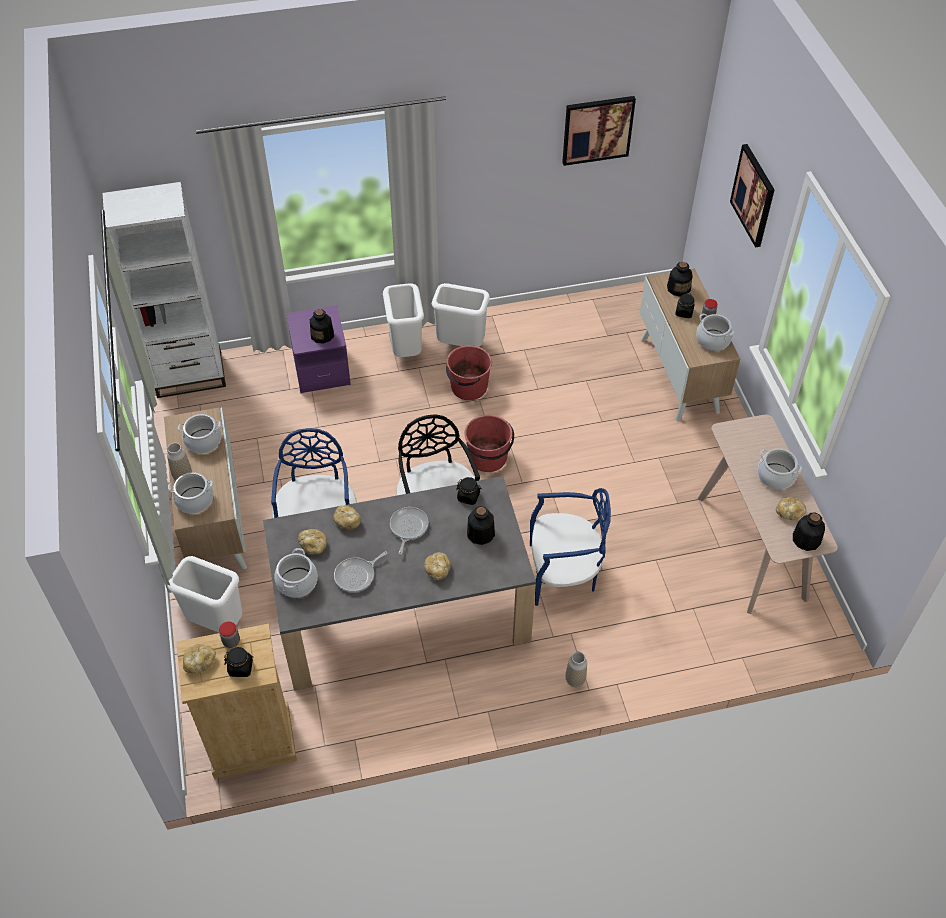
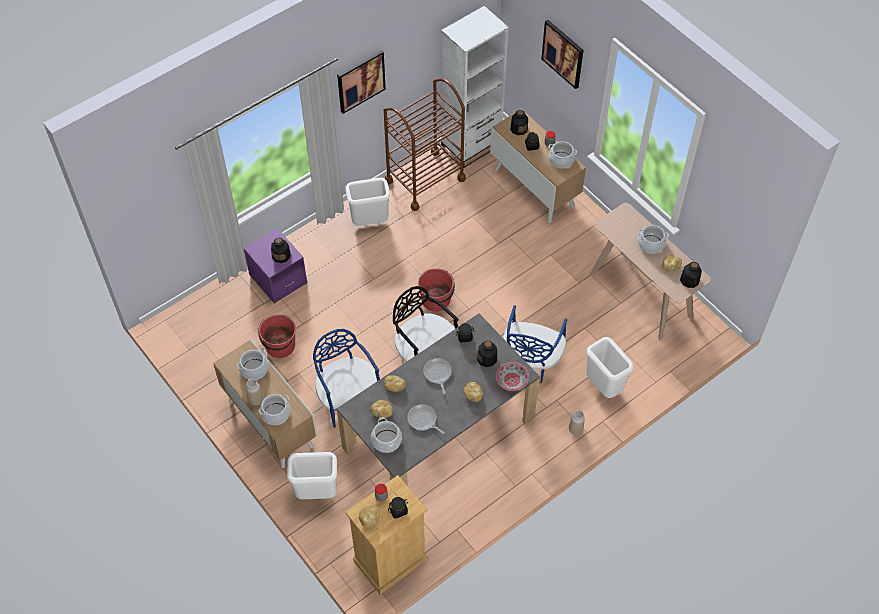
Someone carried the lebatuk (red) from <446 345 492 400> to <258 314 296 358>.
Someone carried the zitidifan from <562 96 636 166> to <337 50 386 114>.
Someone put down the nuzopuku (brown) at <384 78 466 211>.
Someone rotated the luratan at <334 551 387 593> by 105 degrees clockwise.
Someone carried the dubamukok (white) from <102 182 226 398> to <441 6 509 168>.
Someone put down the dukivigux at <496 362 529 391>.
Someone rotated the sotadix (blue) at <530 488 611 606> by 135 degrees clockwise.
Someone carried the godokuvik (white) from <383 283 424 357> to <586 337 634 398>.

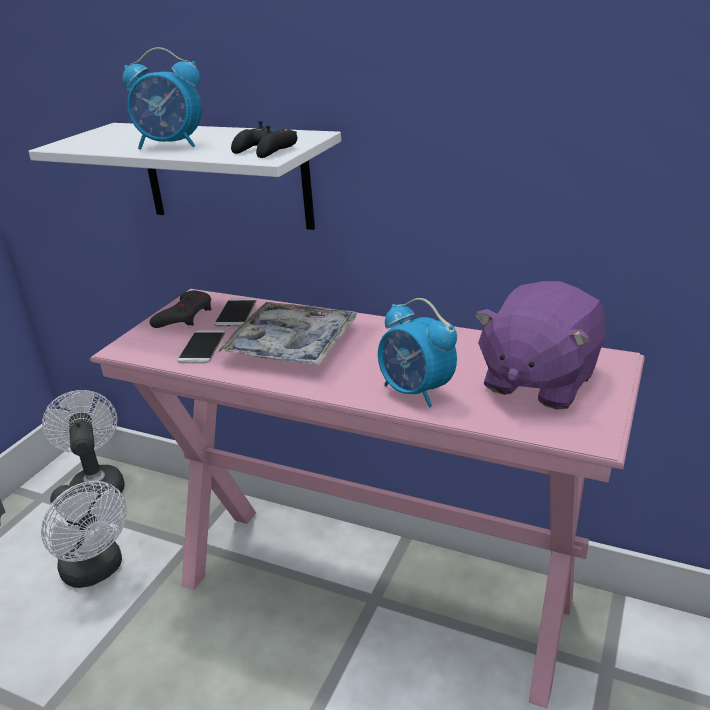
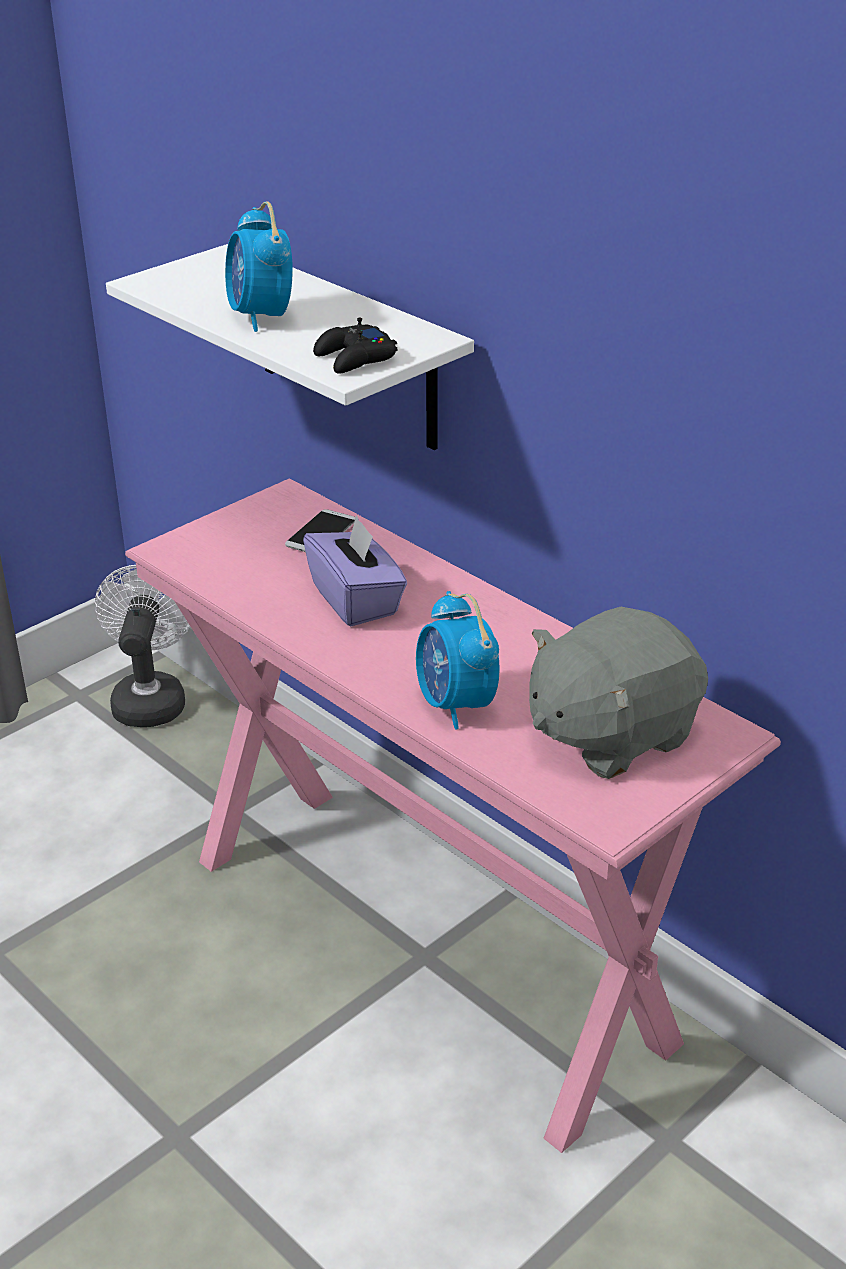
Someone rotated the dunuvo at <122 47 202 150> by 45 degrees clockwise.
Someone swapped the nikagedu at <217 302 357 365> for the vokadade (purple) at <303 515 407 626>.
Someone repainted the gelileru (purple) at <475 281 606 410>, which became the gelileru (grey) at <529 607 708 779>.
Someone took away the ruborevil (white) at <41 481 127 588>.
Someone took away the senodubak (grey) at <150 290 212 328>.
Someone took away the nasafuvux at <177 330 225 363>.

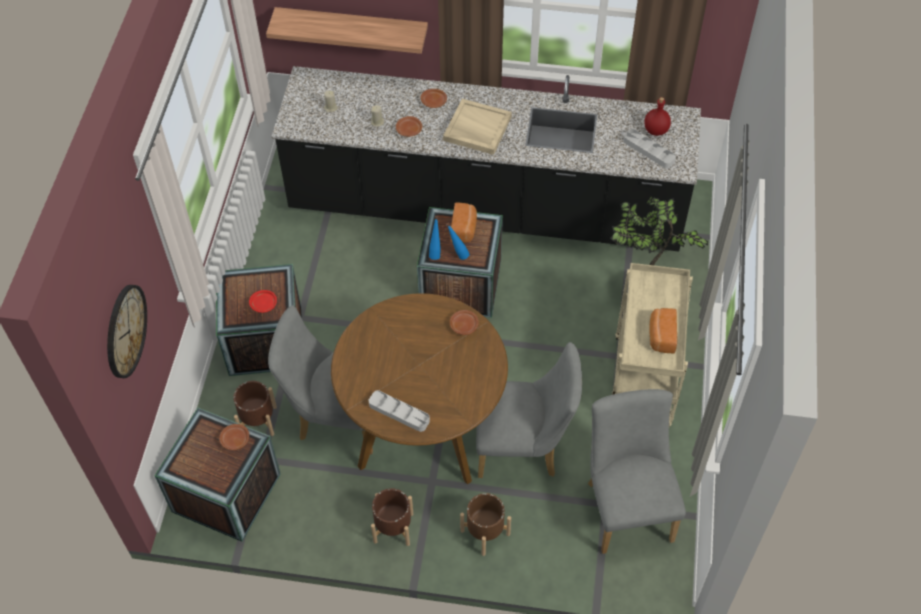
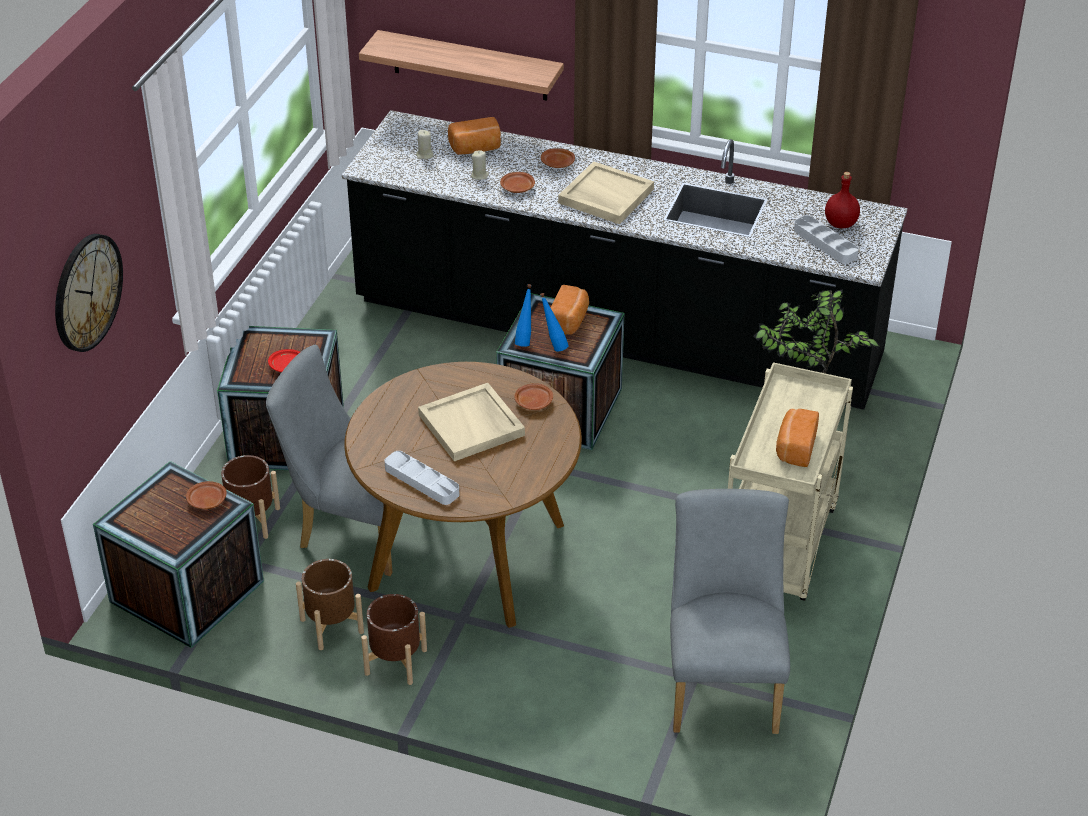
Someone carried the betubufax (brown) from <460 493 511 556> to <296 559 364 650>.
Someone put down the nikagedu (beige) at <418 383 525 461>.
Someone put down the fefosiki at <448 117 501 155>.
Someone took away the sotadix (grey) at <476 342 582 478>.

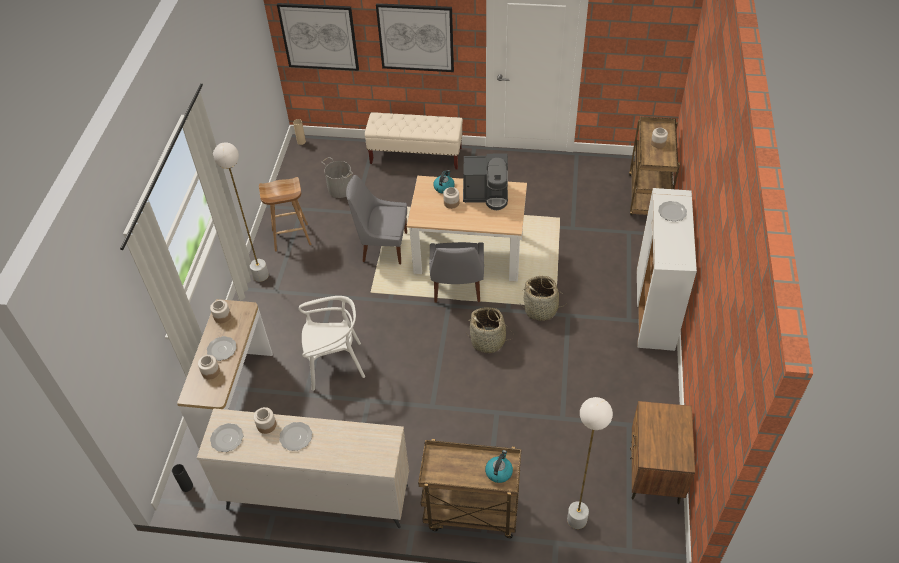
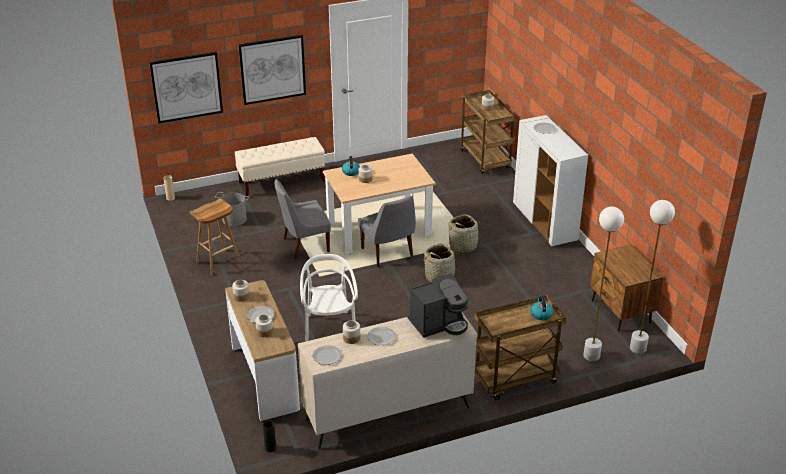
Someone rotated the sotadix (white) at <299 296 365 391> by 60 degrees counterclockwise.
Someone carried the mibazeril from <463 154 508 210> to <408 273 469 338>.
Someone carried the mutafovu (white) from <213 143 269 282> to <630 200 675 354>.

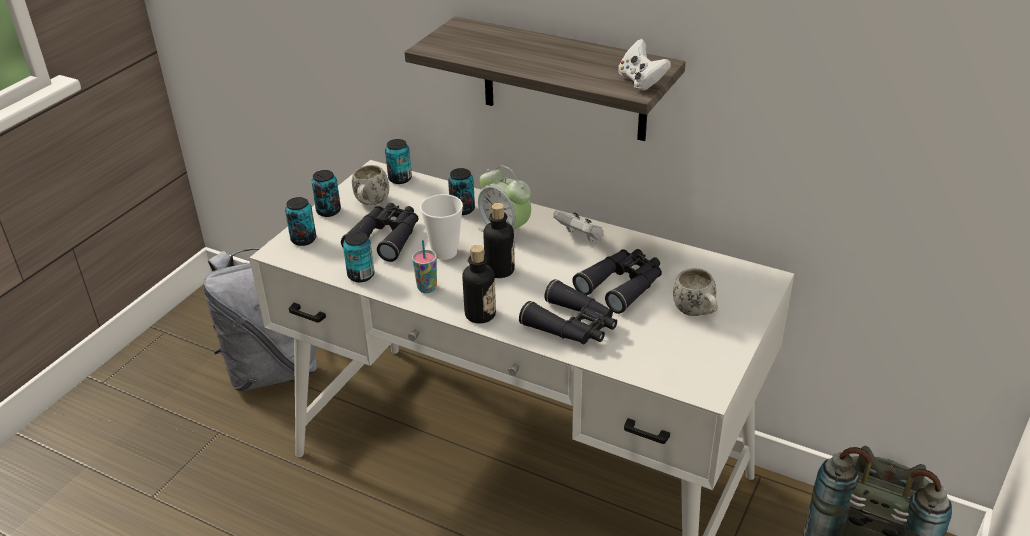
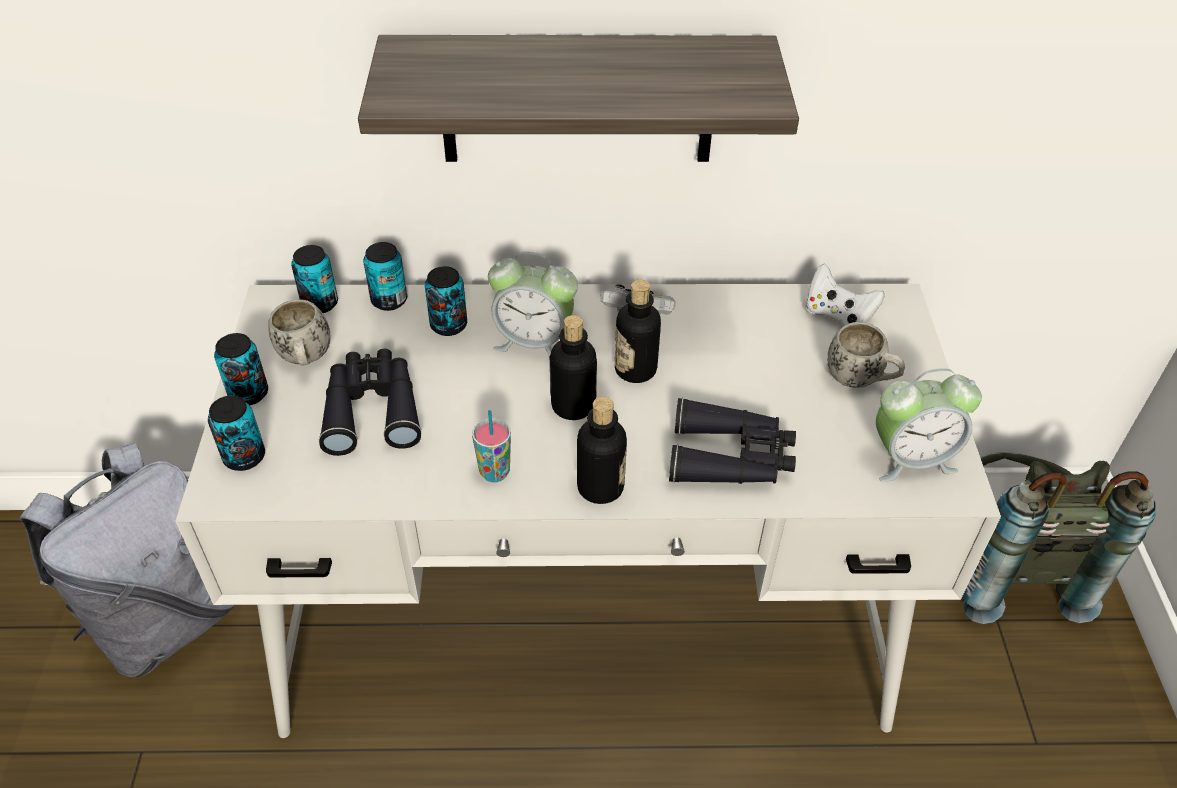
Someone carried the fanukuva from <343 232 374 283> to <363 242 407 311>.
Someone put down the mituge at <615 280 661 383>.
Someone carried the senodubak (white) from <618 39 671 91> to <806 263 885 326>.
Someone put down the dunuvo at <876 368 982 482>.
Someone took away the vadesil at <420 194 463 260>.
Someone took away the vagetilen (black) at <573 249 662 314>.

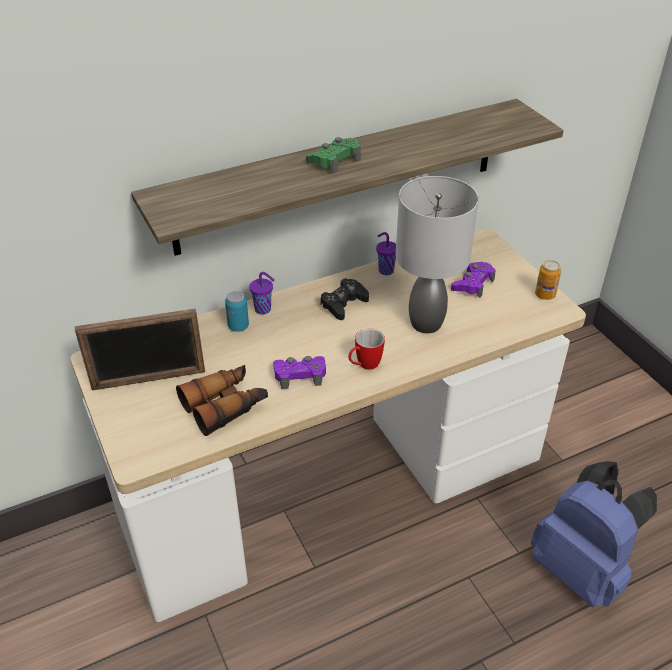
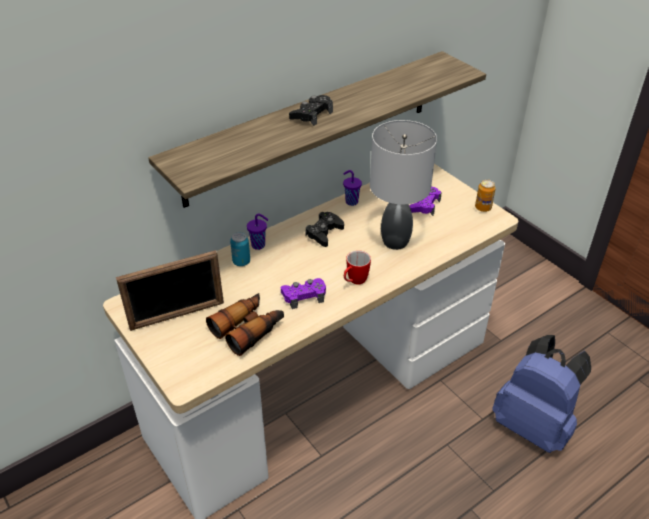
Someone repainted the senodubak (green) at <306 137 361 174>, which became the senodubak (black) at <289 95 333 126>.

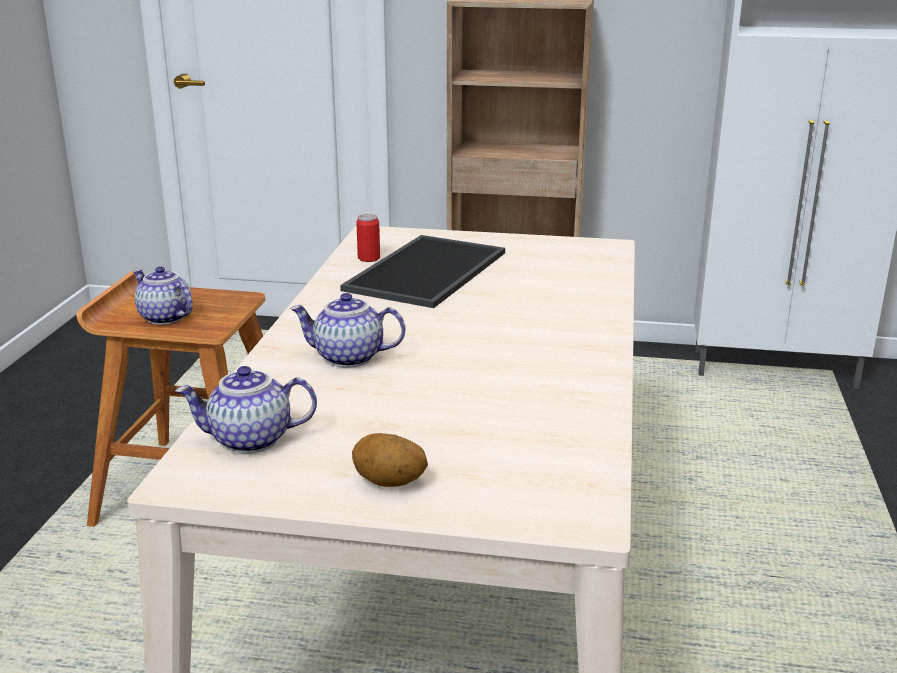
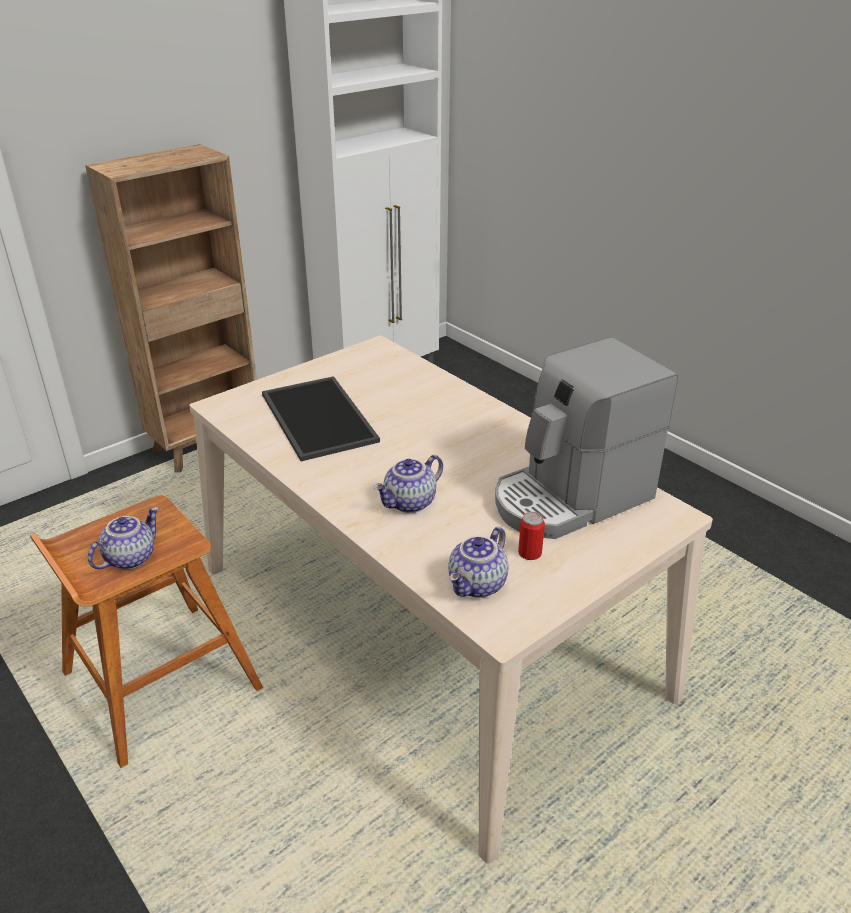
Someone rotated the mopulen at <133 266 193 325> by 135 degrees clockwise.
Someone put down the mibazeril at <495 337 678 539>.
Someone carried the fanukuva from <356 214 380 262> to <518 512 545 560>.
Someone took away the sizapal at <352 433 428 487>.

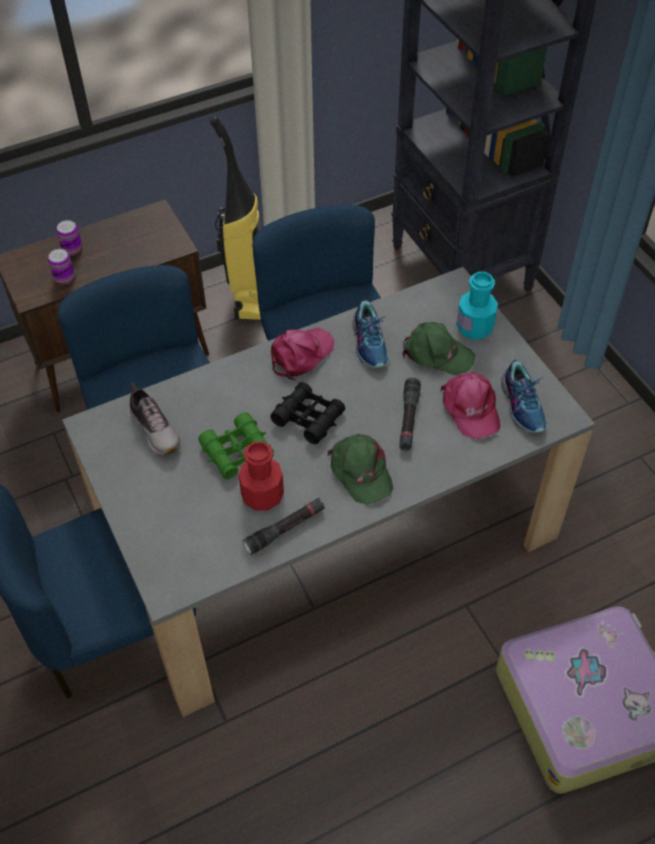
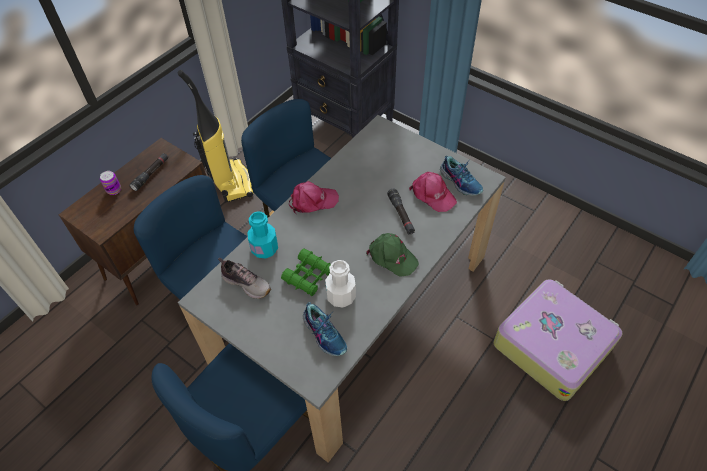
Someone carried the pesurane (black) from <242 498 325 555> to <129 153 169 191>.
Someone carried the mituge (turquoise) from <456 272 498 339> to <247 211 278 259>.
Someone rotated the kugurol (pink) at <271 327 334 380> by 60 degrees clockwise.
Someone carried the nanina from <353 299 389 368> to <303 302 347 356>.
Someone repainted the mituge (red) at <238 441 284 511>, which became the mituge (white) at <325 260 356 308>.
Someone took away the fanukuva at <48 249 75 284>.
Someone took away the vagetilen (black) at <270 382 345 444>.
Someone took away the kugurol (green) at <402 322 476 375>.

